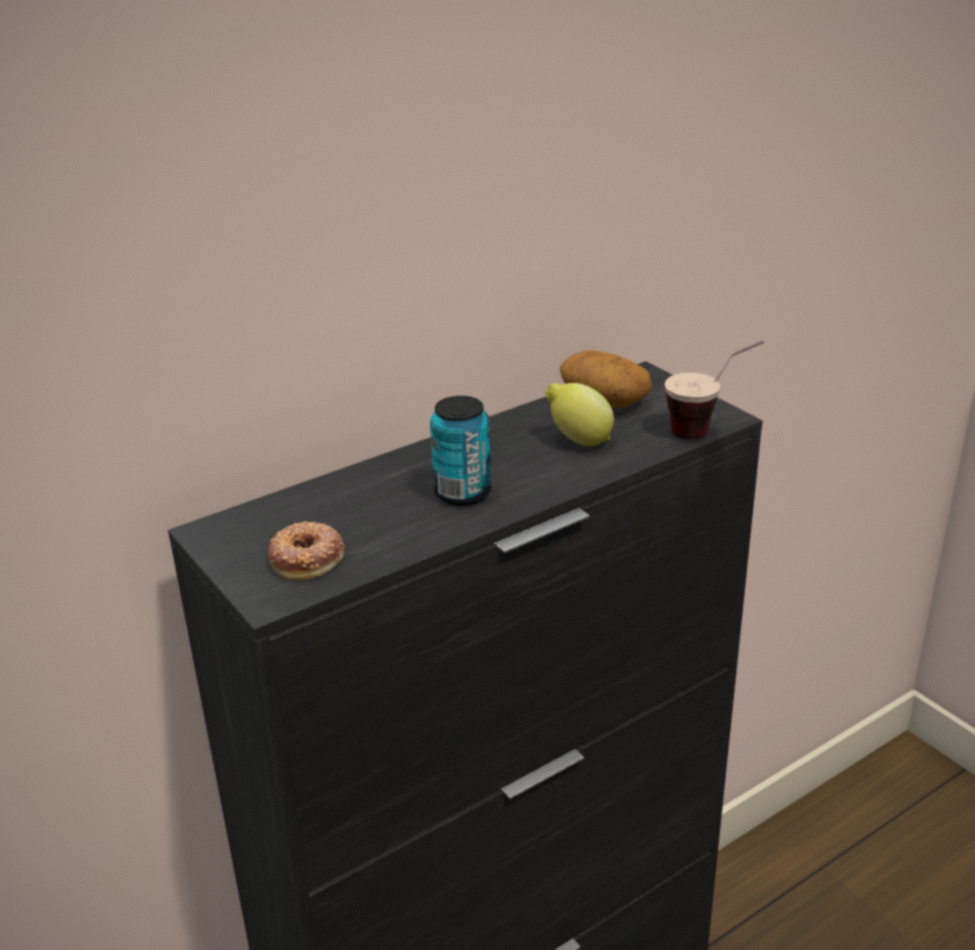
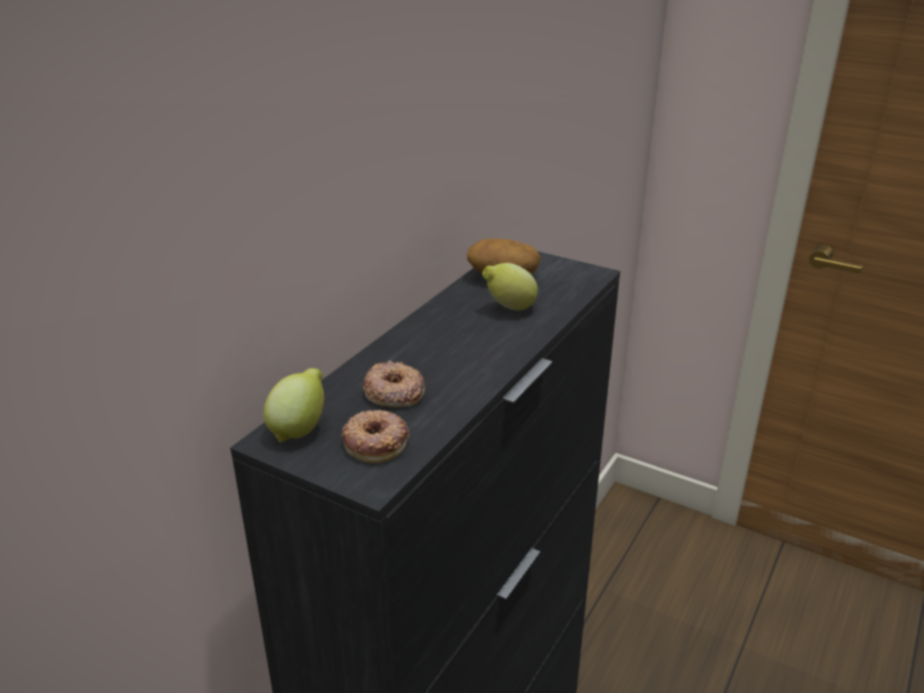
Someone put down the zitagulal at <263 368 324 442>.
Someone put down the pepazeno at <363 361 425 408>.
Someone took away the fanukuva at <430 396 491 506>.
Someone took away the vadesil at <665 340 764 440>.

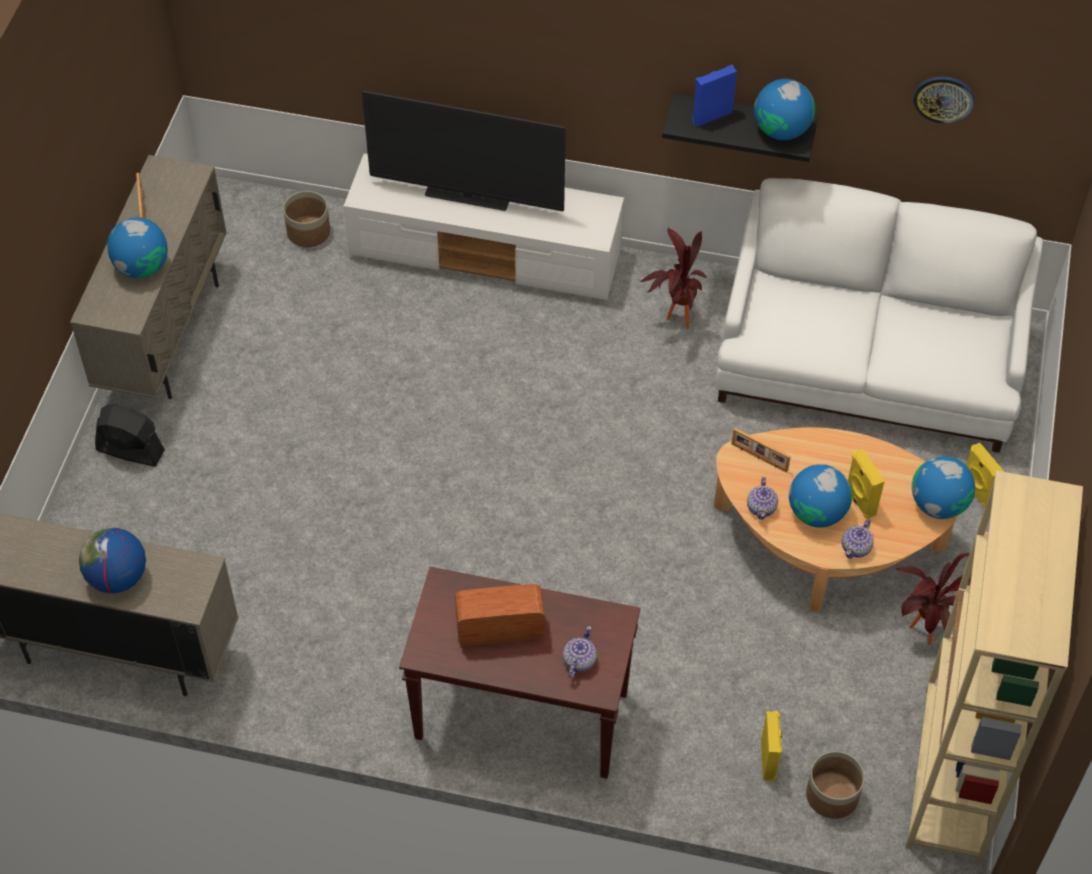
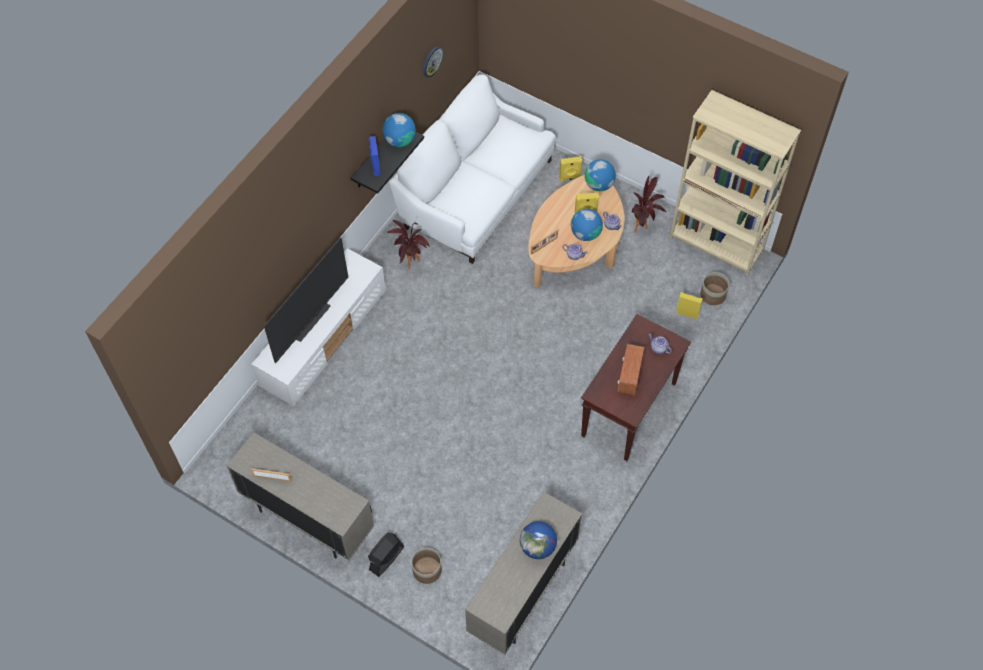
Someone carried the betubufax from <283 191 330 247> to <411 548 442 584>.
Someone took away the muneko at <107 217 168 278>.

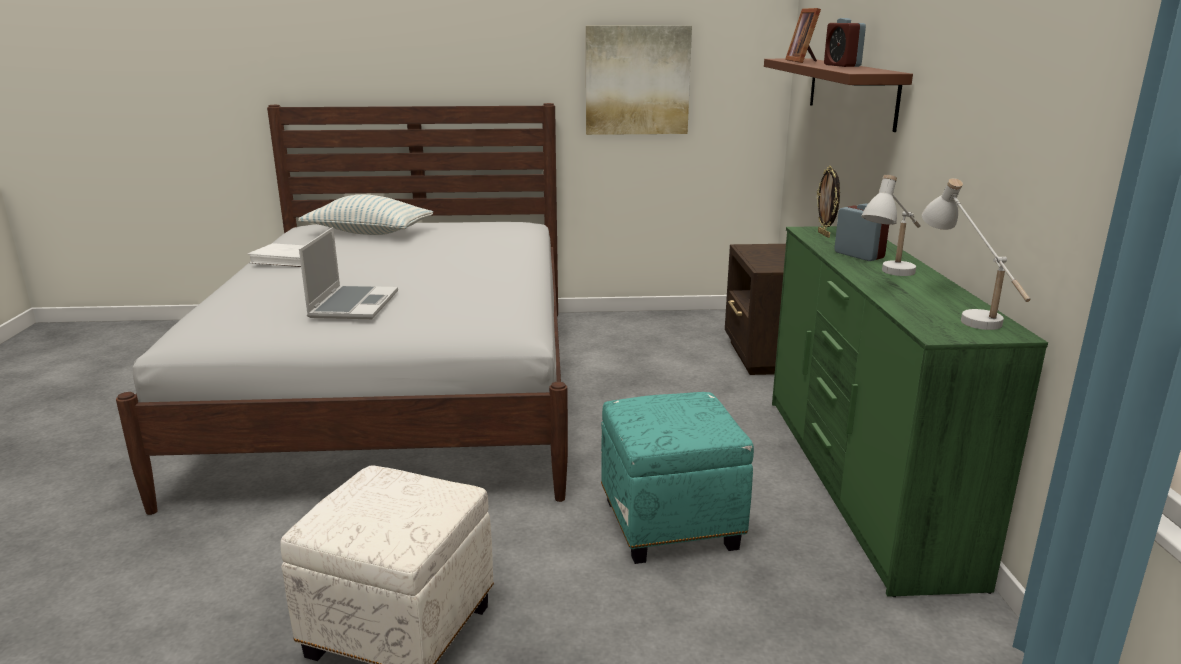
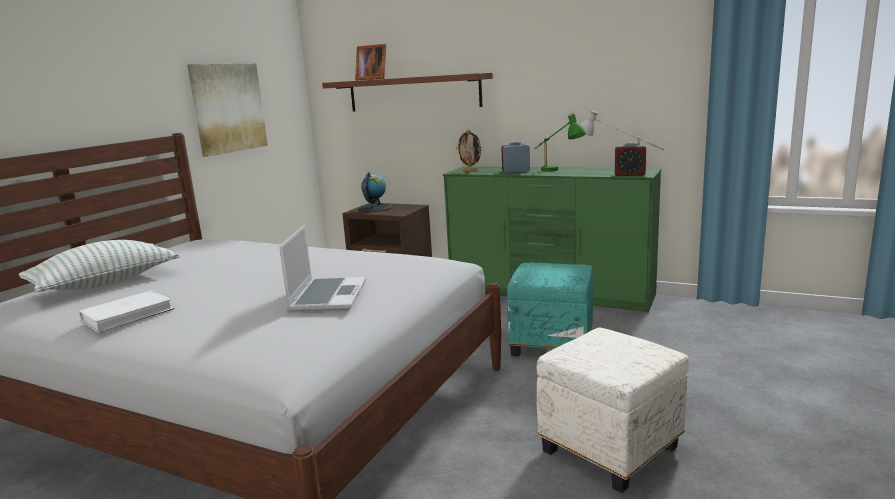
Someone rotated the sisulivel at <299 227 398 319> by 60 degrees clockwise.
Someone put down the muneko at <359 172 392 212>.
Someone repainted the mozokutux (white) at <861 175 921 276>, which became the mozokutux (green) at <534 113 586 172>.
Someone carried the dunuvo from <824 18 866 67> to <615 142 646 176>.

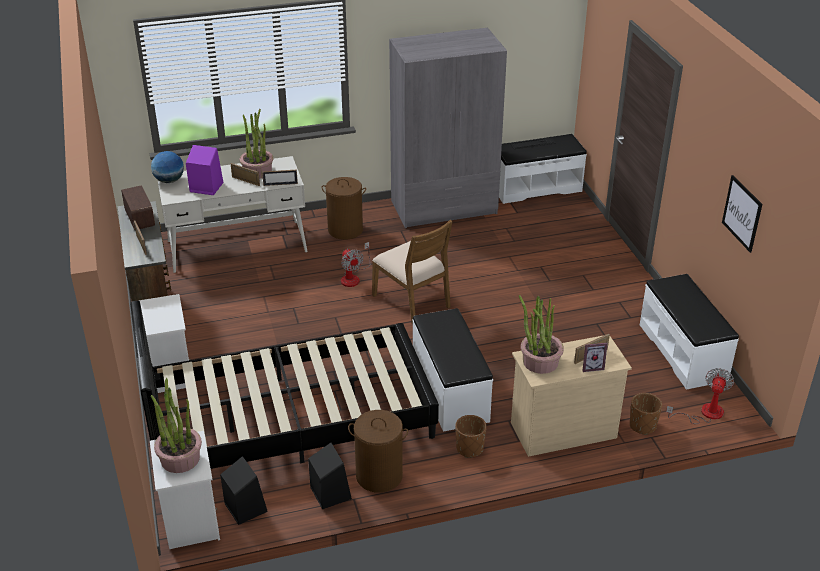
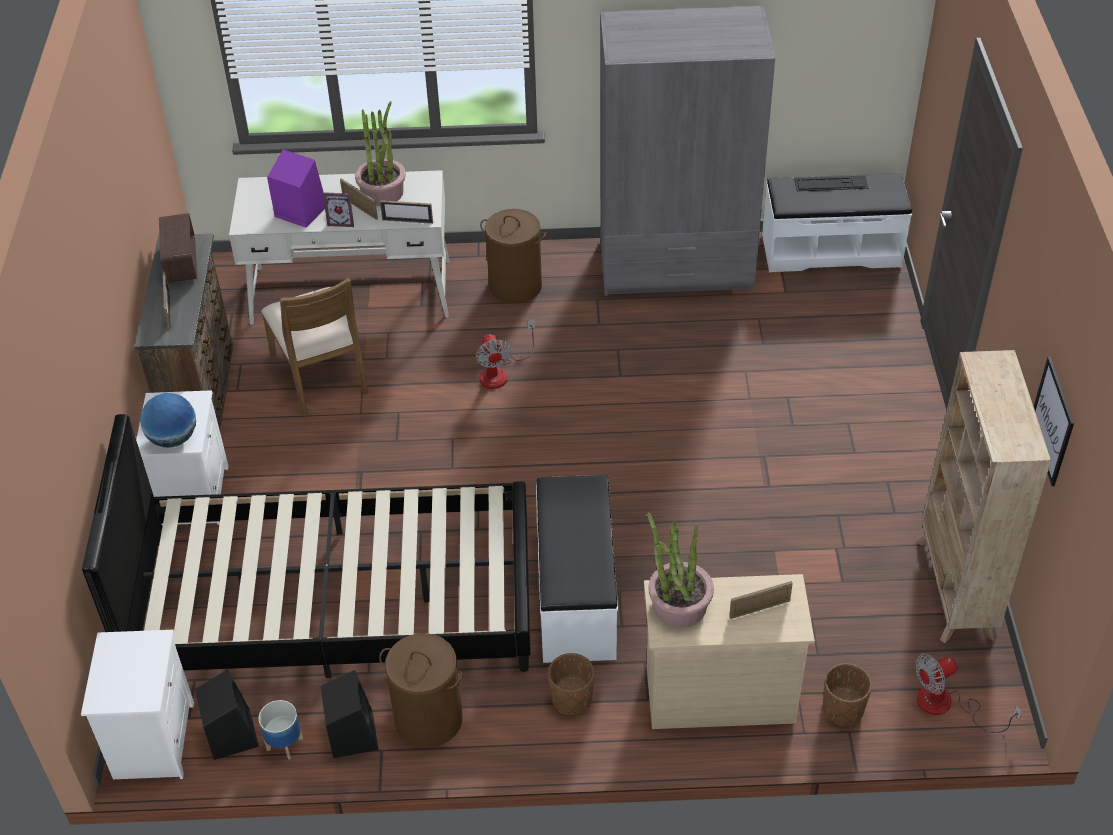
Someone carried the muneko from <151 151 184 183> to <140 393 196 447>.
Someone put down the betubufax at <258 700 303 760>.
Someone carried the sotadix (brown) from <372 220 452 324> to <261 278 368 414>.
Someone carried the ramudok from <582 343 608 372> to <323 192 354 227>.
Someone rotated the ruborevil at <666 368 734 424> by 150 degrees counterclockwise.
Someone swapped the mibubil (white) at <640 274 739 389> for the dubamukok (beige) at <916 350 1051 643>.
Someone took away the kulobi at <151 378 202 473>.

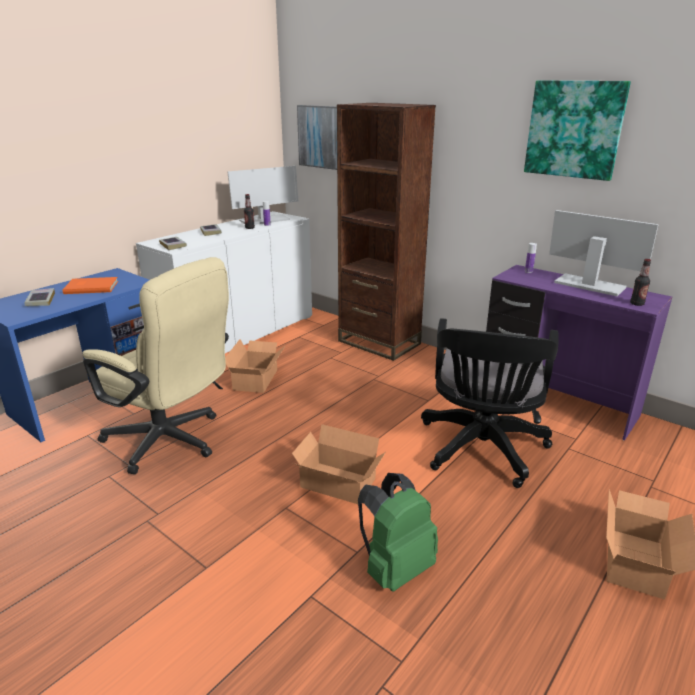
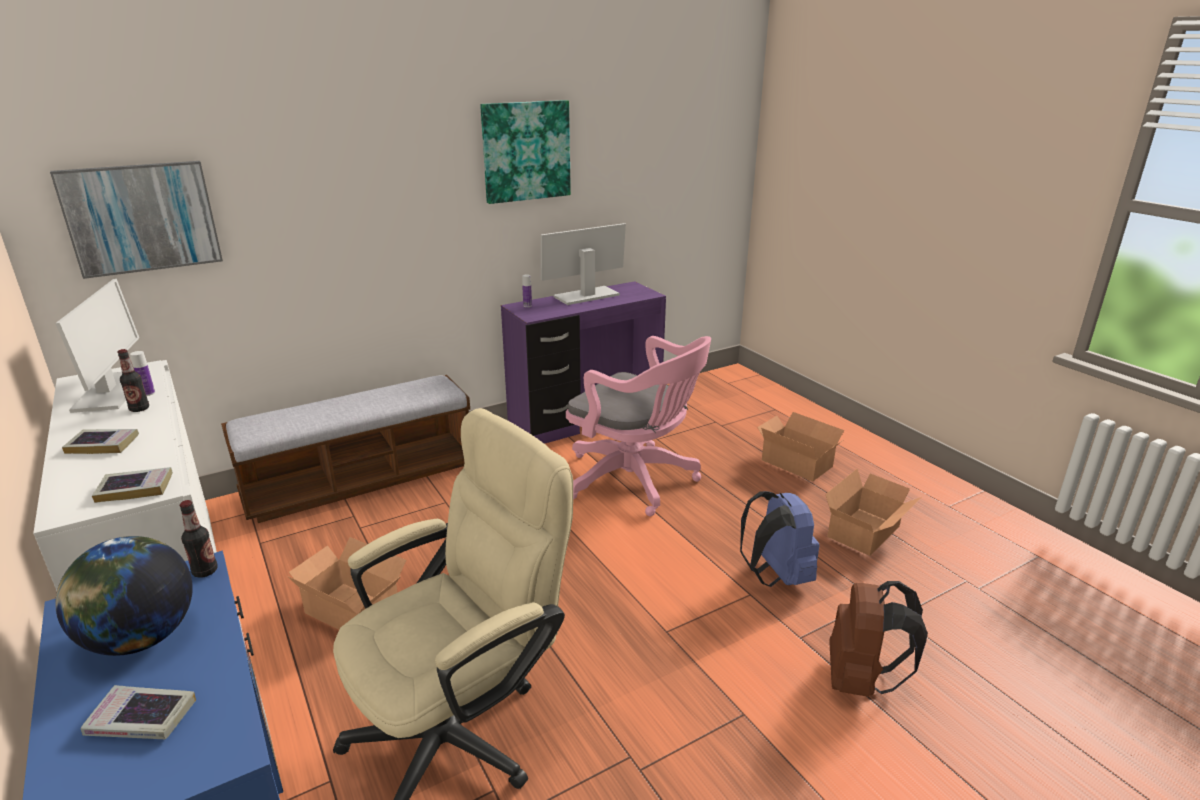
Someone swapped the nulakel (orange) at <62 277 118 294> for the muneko at <55 536 193 656>.
Someone carried the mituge from <630 259 651 306> to <180 500 218 578>.
Someone swapped the dubamukok (brown) at <337 103 436 361> for the mibubil at <221 375 470 523>.
Someone repainted the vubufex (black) at <421 318 559 488>, which became the vubufex (pink) at <566 336 711 516>.
Someone repainted the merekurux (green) at <358 473 438 592>, which became the merekurux (blue) at <740 491 819 587>.
Someone carried the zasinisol from <292 424 386 504> to <825 468 922 556>.
Someone put down the merekurux (brown) at <829 581 928 697>.

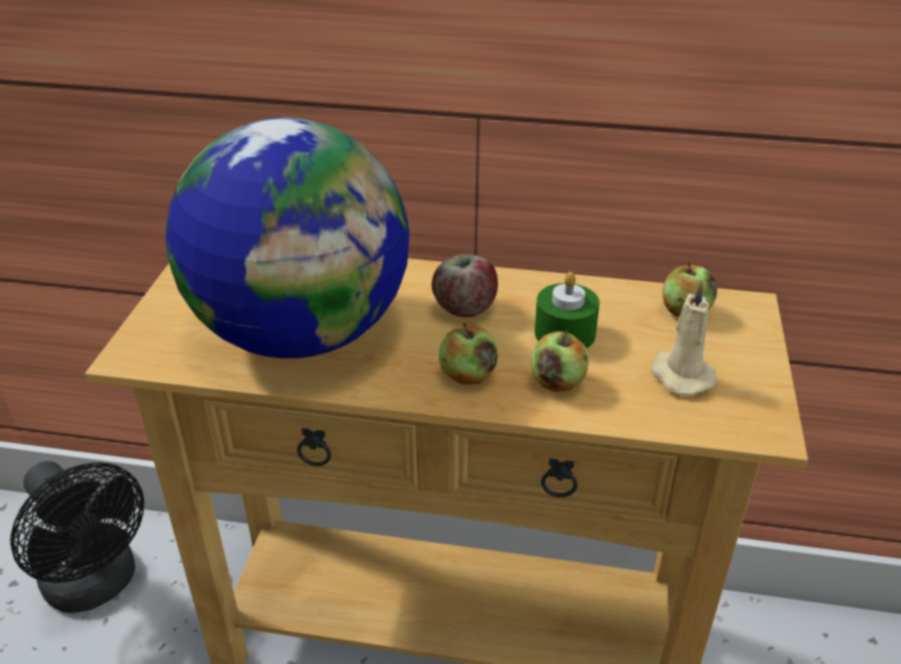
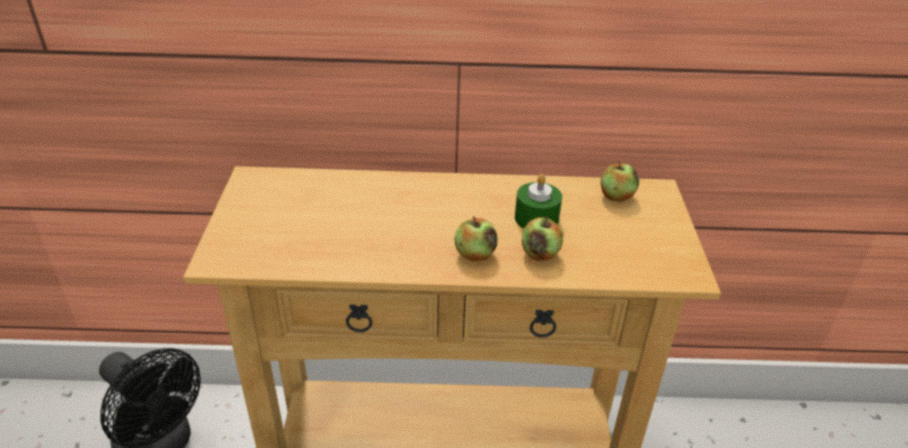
Someone took away the muneko at <166 117 409 358>.
Someone took away the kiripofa at <432 254 498 317>.
Someone took away the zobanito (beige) at <651 280 717 396>.

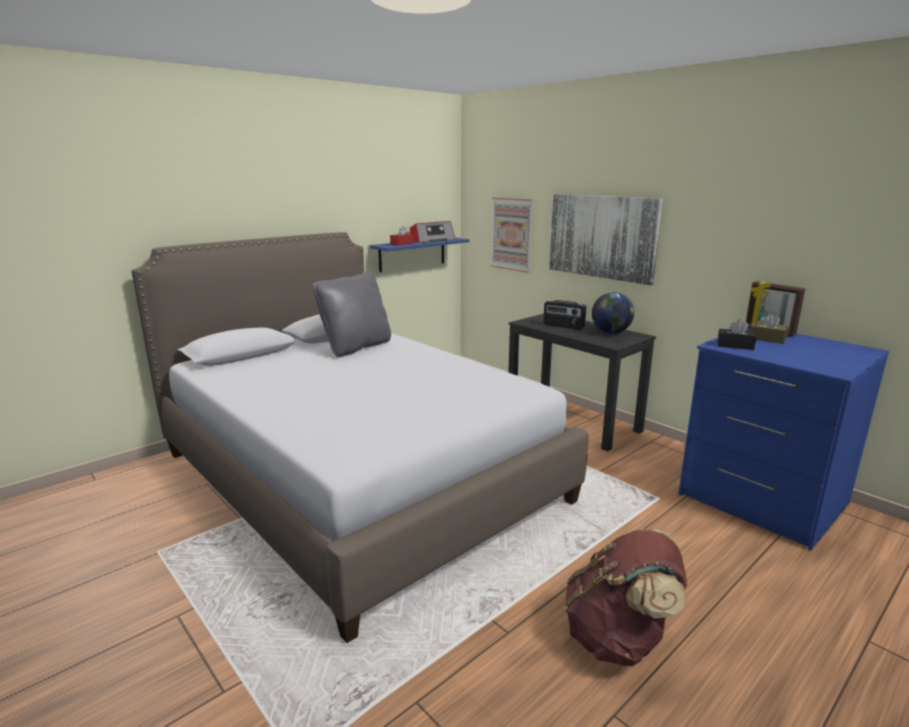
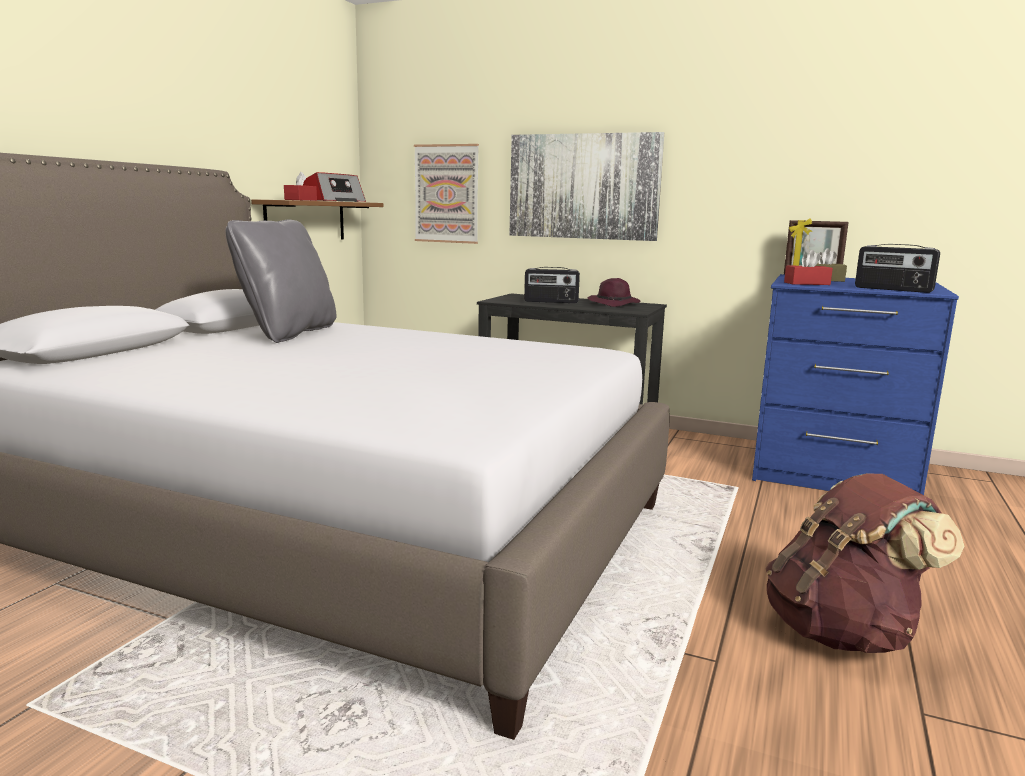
Someone repainted the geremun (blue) at <370 237 470 272>, which became the geremun (brown) at <251 199 383 240>.
Someone swapped the muneko at <592 293 634 334> for the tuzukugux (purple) at <587 278 640 307>.
Someone repainted the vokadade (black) at <717 319 757 350>, which became the vokadade (red) at <784 250 833 285>.
Someone put down the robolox at <855 244 940 293>.

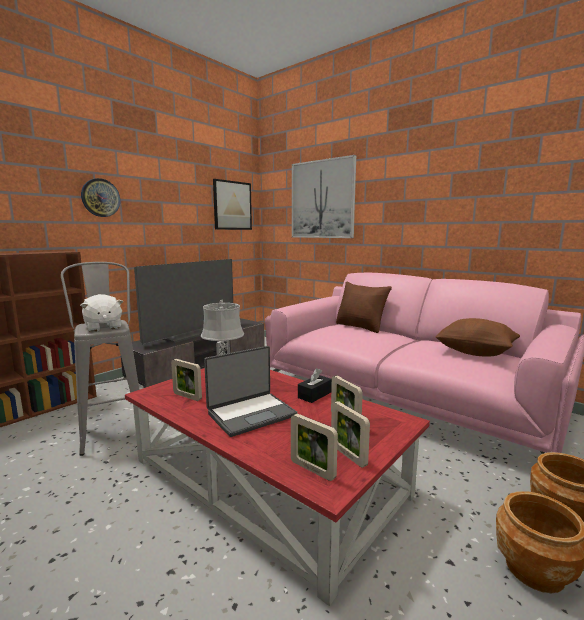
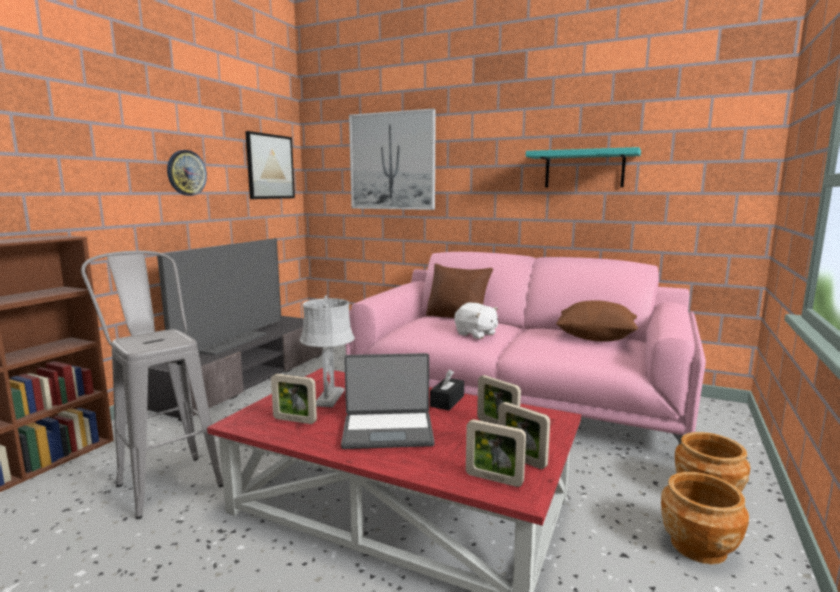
Someone carried the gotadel from <81 178 120 217> to <167 150 207 196>.
Someone rotated the sisulivel at <204 346 297 437> by 45 degrees clockwise.
Someone carried the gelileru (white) from <80 294 123 332> to <454 303 498 339>.
Someone put up the geremun (turquoise) at <526 147 641 187>.

